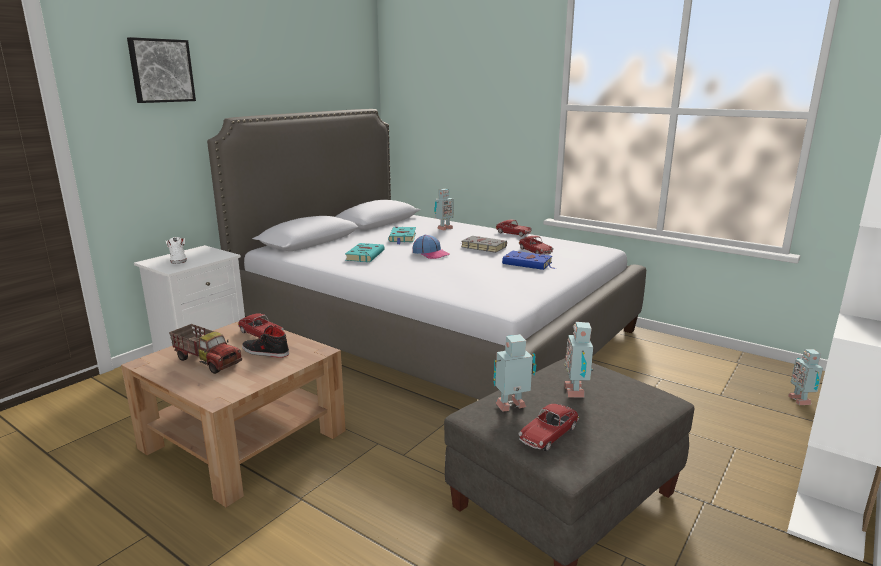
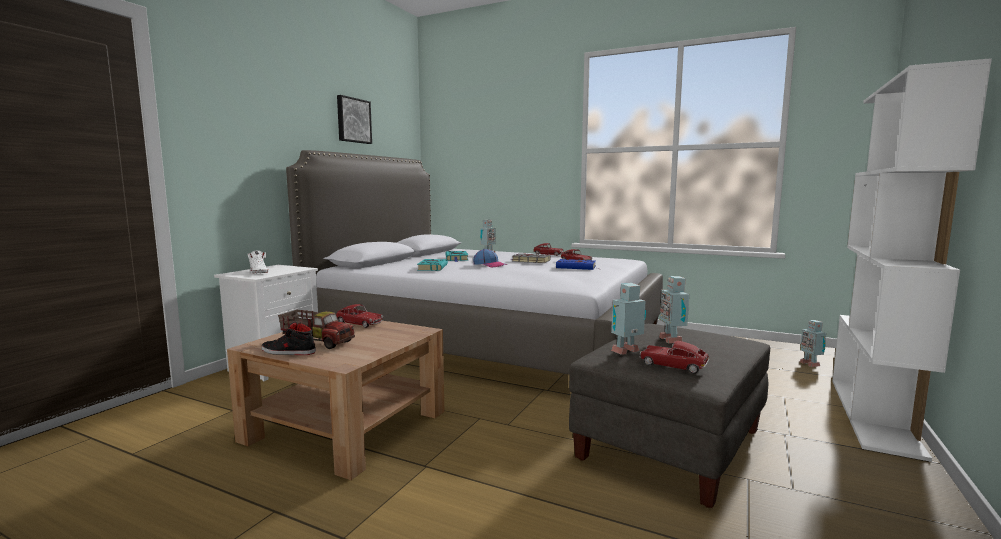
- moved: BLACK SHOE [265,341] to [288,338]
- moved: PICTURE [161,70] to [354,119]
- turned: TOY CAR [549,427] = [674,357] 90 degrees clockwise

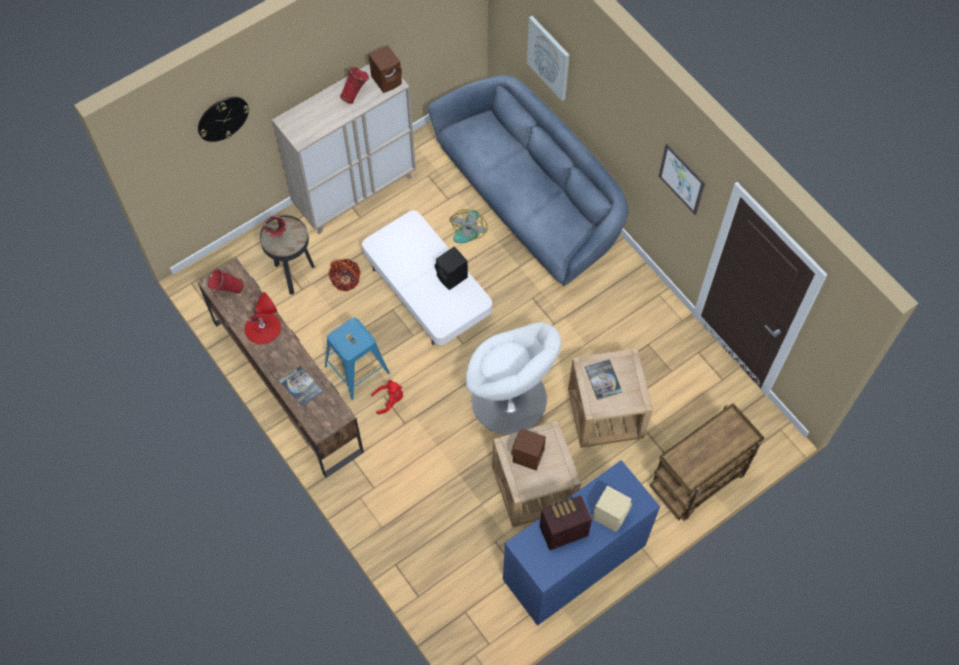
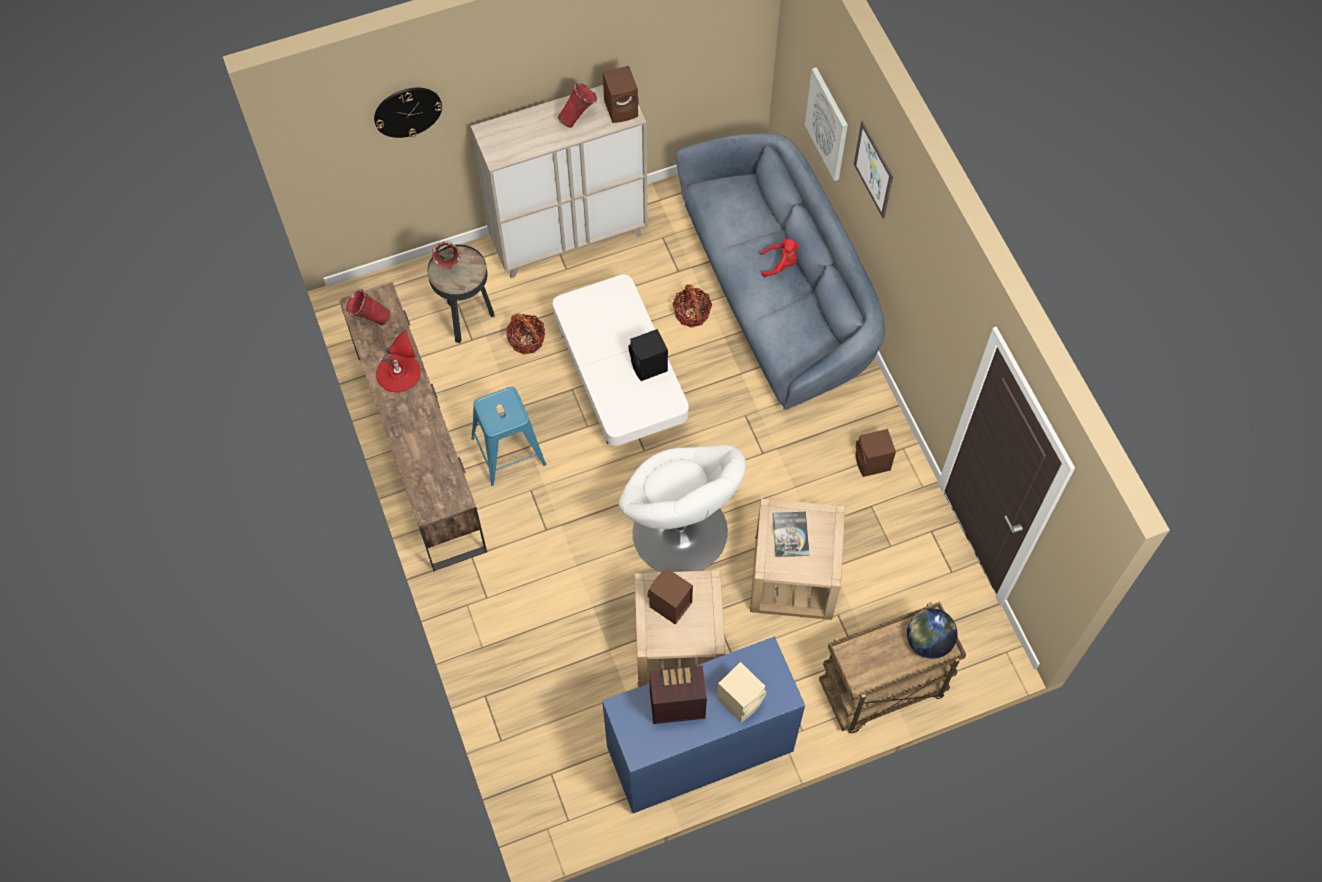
- replaced: FAN [469,226] to BASKET [692,306]
- moved: RED PLUSH TOY [387,397] to [780,258]
- moved: PICTURE [682,179] to [873,169]
- added: BROWN SPEAKER [875,453]
- added: GLOBE [932,633]
- removed: BOOK [301,386]

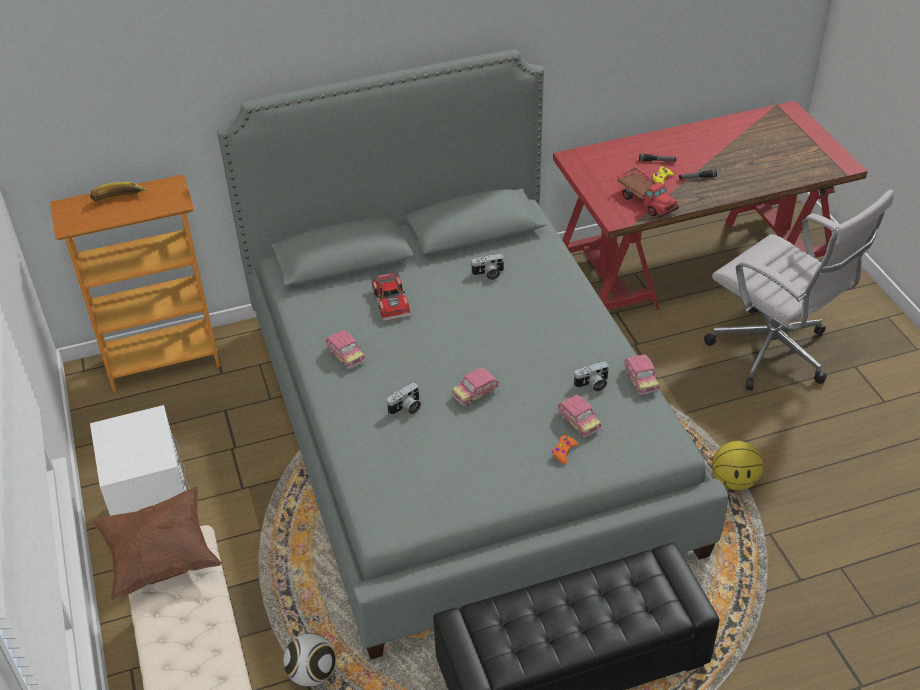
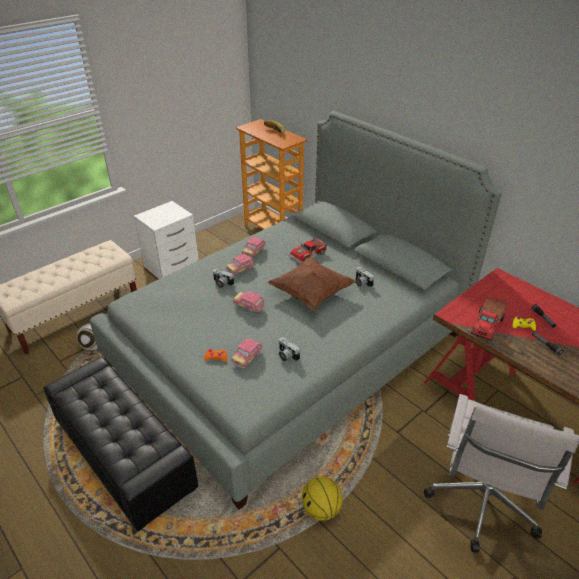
- moved: TOY CAR [641,374] to [240,264]
- moved: BROWN PILLOW [157,544] to [312,284]

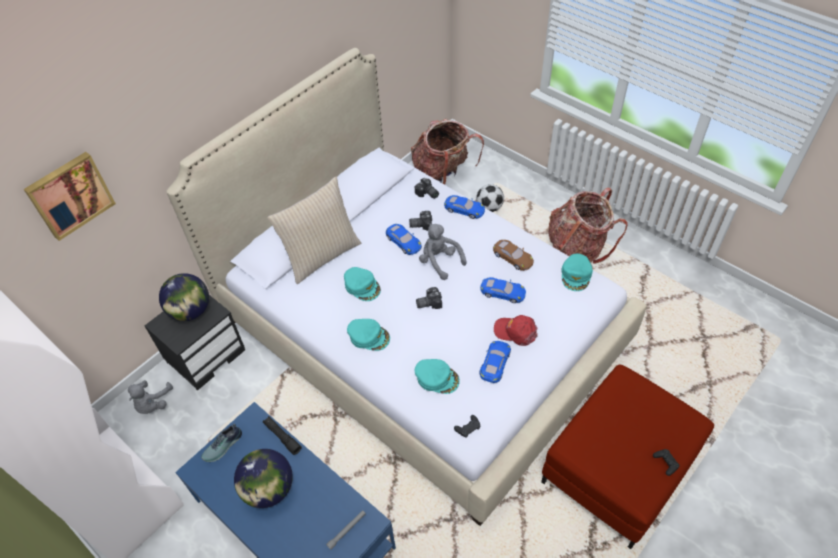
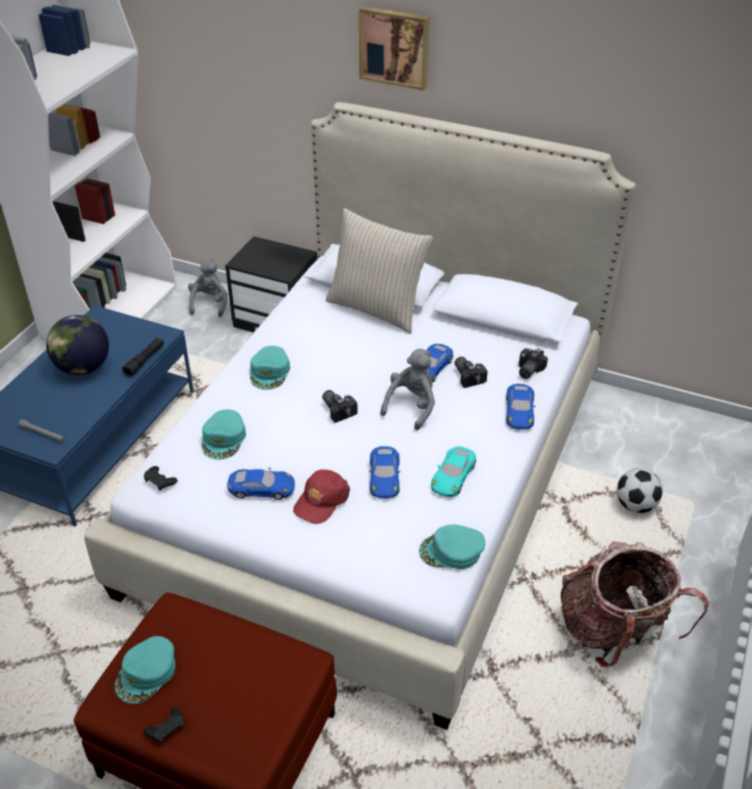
- moved: TURQUOISE CAP [362,284] to [145,670]
- turned: GREY PLUSH TOY [150,397] = [208,288] 105 degrees clockwise
- turned: RED CAP [516,330] = [321,497] 150 degrees counterclockwise
- moved: PICTURE [70,196] to [394,48]
- recoloured: BROWN TOY CAR [513,255] to TURQUOISE TOY CAR [453,472]
- removed: GLOBE [184,297]
- removed: SHOE [221,442]
- removed: BACKPACK [447,152]

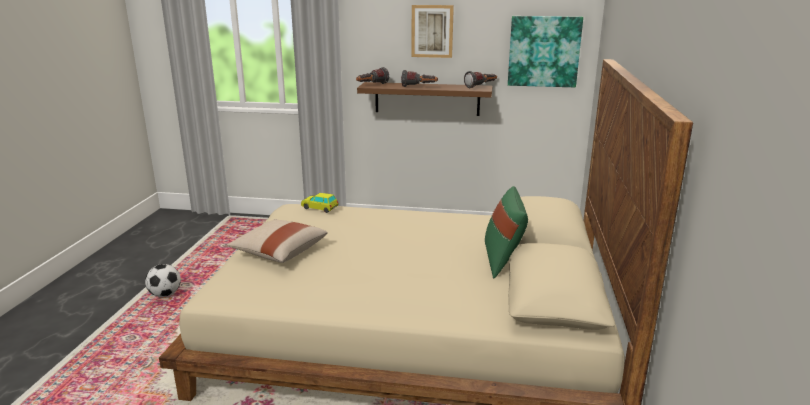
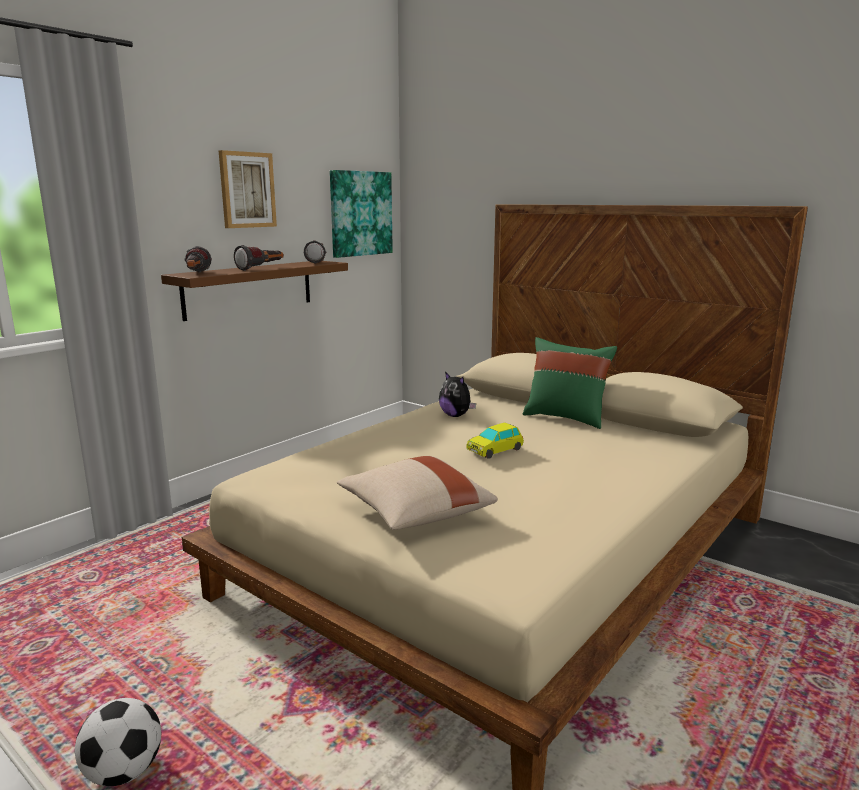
- added: PLUSH TOY [457,394]
- moved: TOY CAR [320,203] to [495,441]

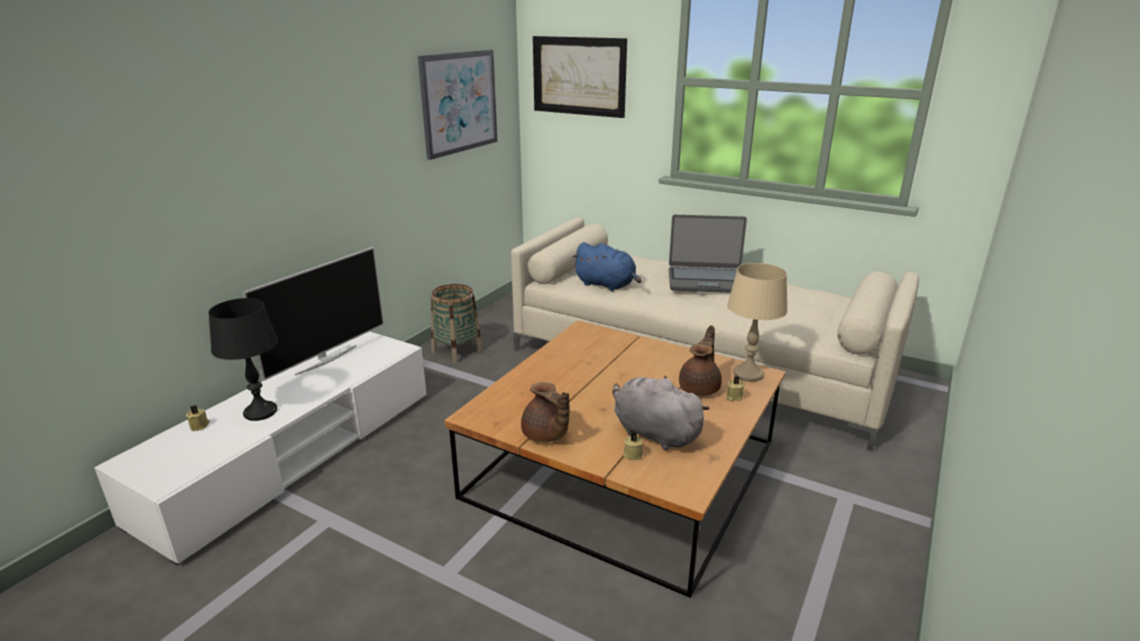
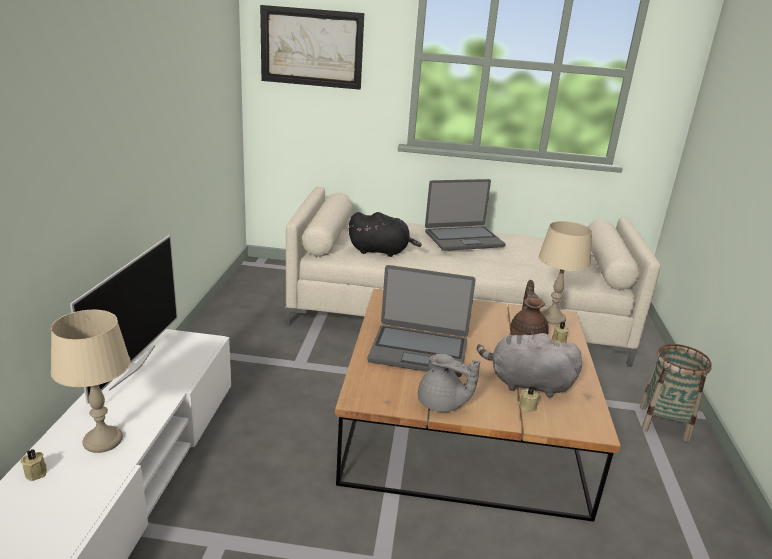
- recoloured: BLACK TABLE LAMP [243,359] to BEIGE TABLE LAMP [90,381]
- recoloured: BLUE PLUSH TOY [607,266] to BLACK PLUSH TOY [385,234]
- added: LAPTOP [421,321]
- recoloured: BROWN TEAPOT [545,412] to GREY TEAPOT [449,383]
- moved: BASKET [456,323] to [676,393]
- removed: PICTURE [458,105]

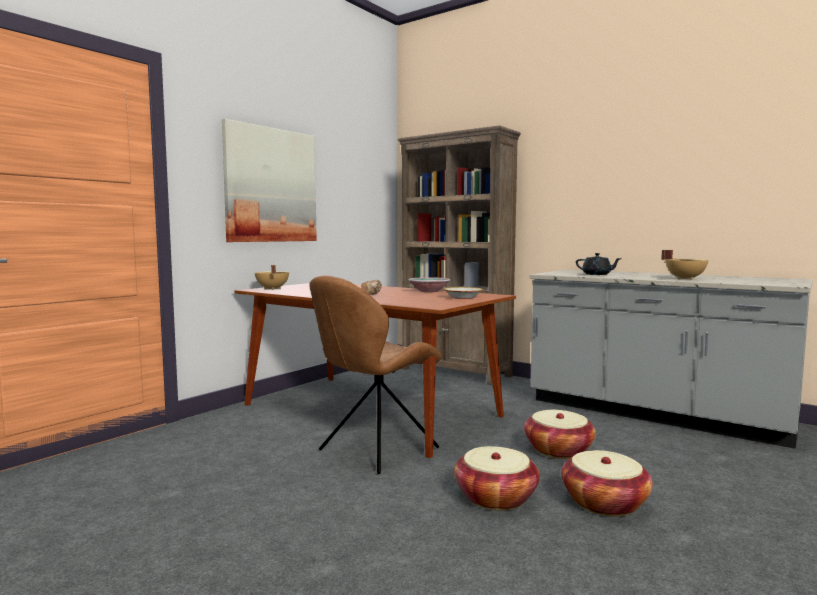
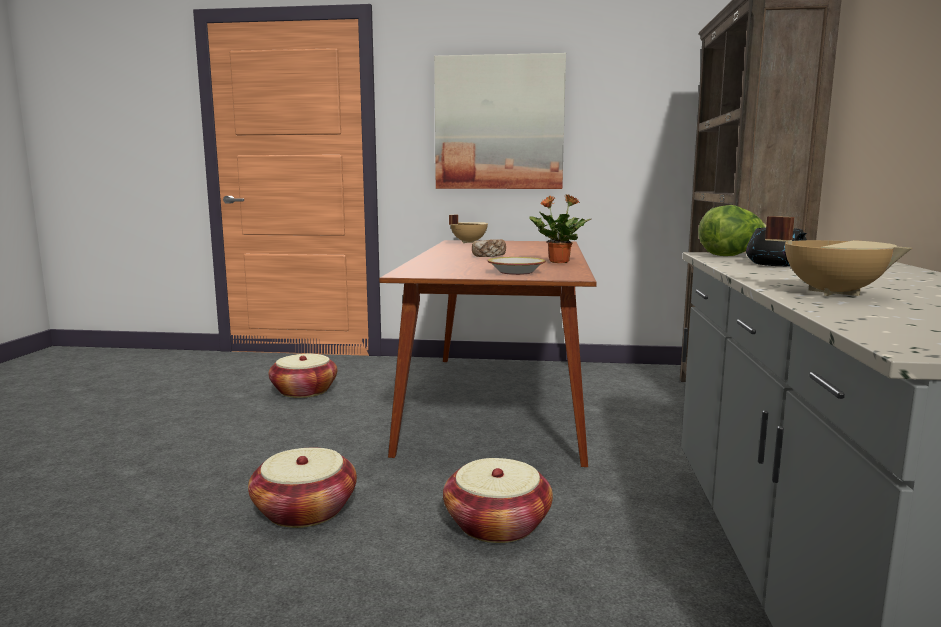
- moved: BASKET [607,483] to [303,376]
- replaced: BOWL [429,284] to POTTED PLANT [560,228]
- added: LETTUCE [732,230]
- removed: BROWN CHAIR [375,374]

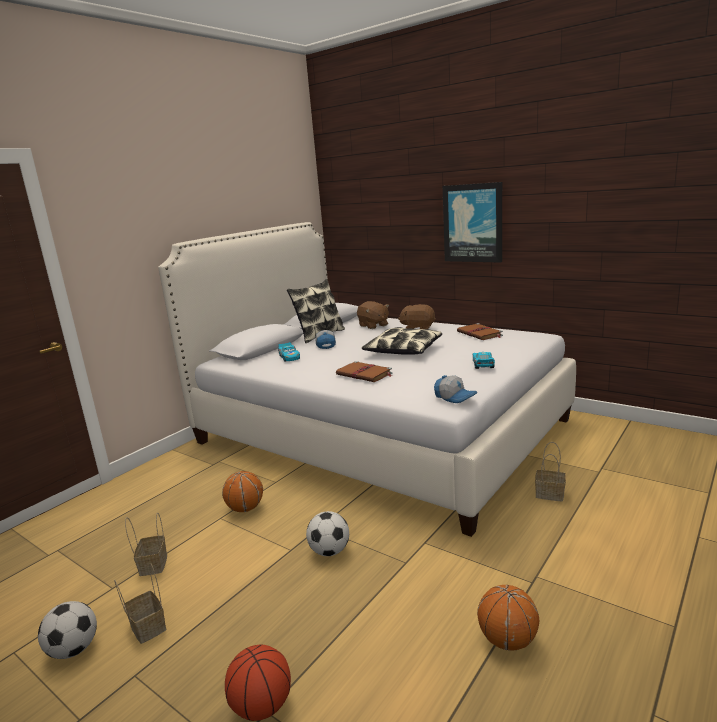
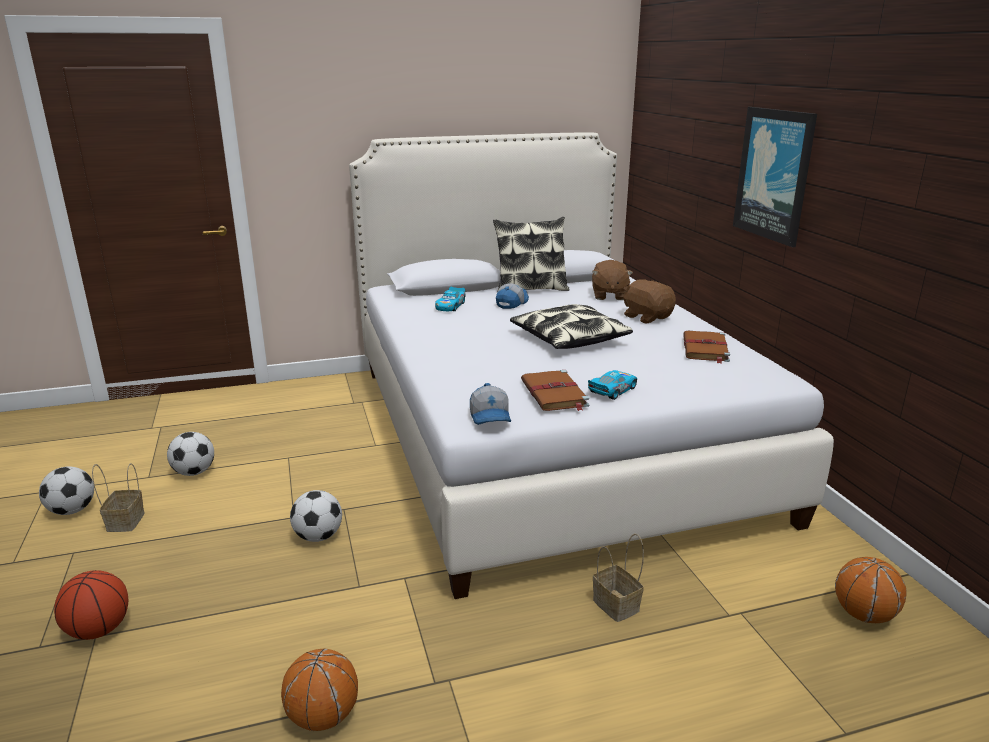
- replaced: BASKET [146,544] to FOOTBALL [190,454]
- moved: BROWN BOOK [364,371] to [555,390]
- moved: BASKETBALL [242,491] to [871,590]

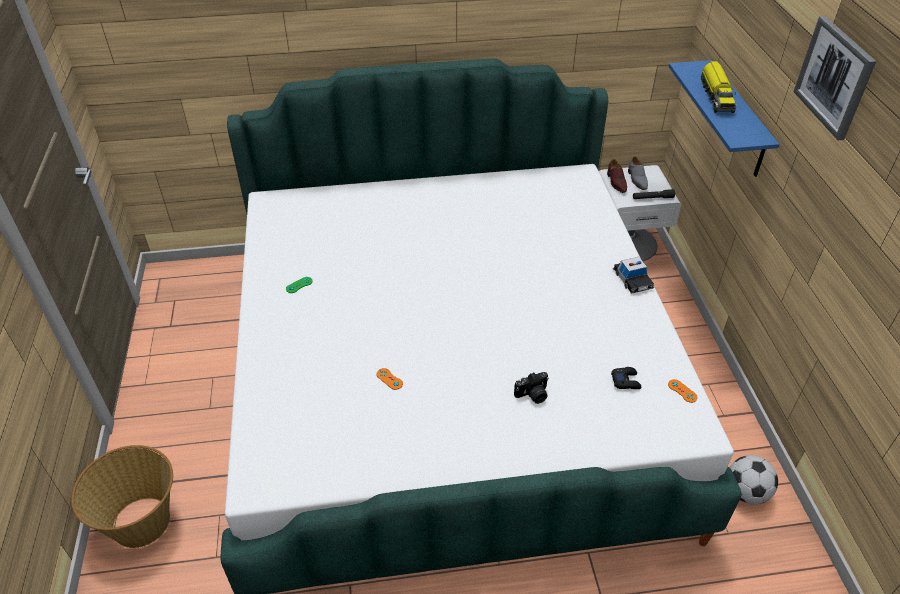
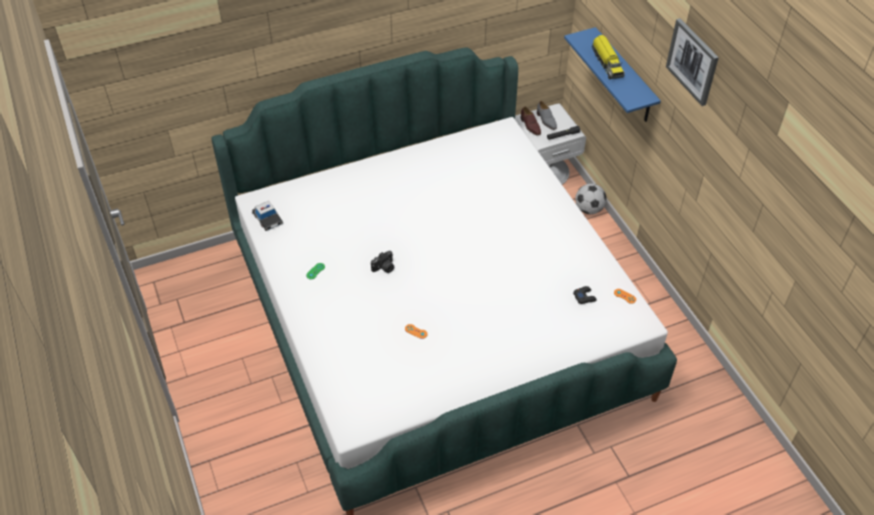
- moved: TOY CAR [633,275] to [267,216]
- moved: PHOTO CAMERA [531,388] to [382,262]
- moved: FOOTBALL [754,479] to [591,199]
- removed: BASKET [122,496]

